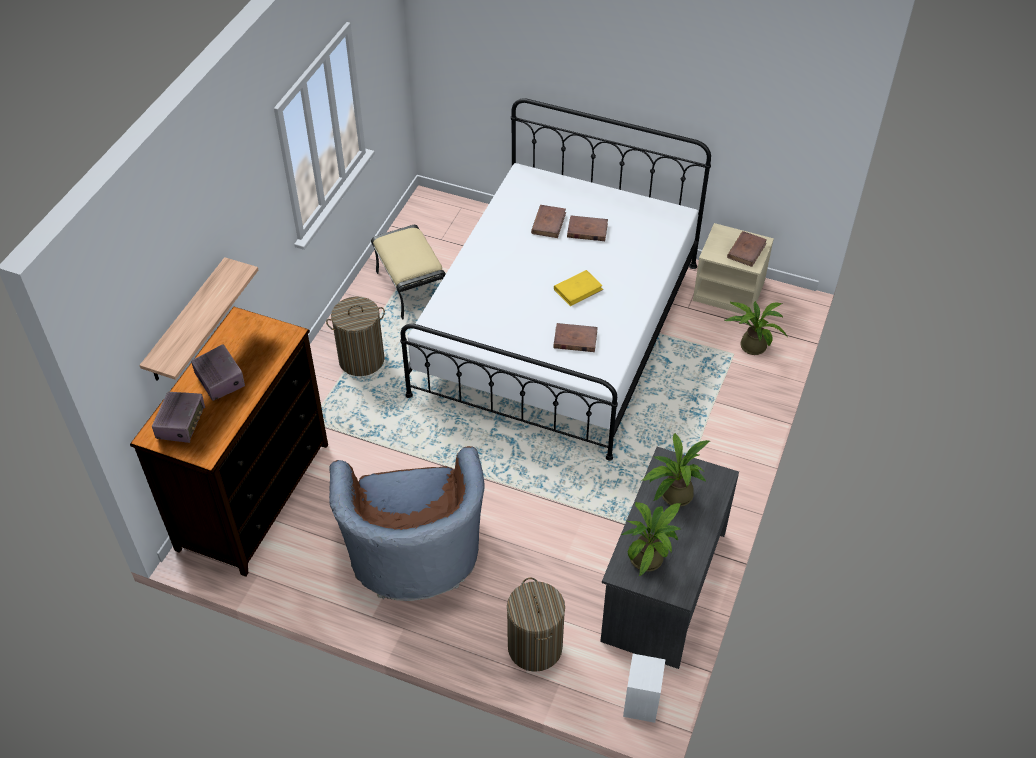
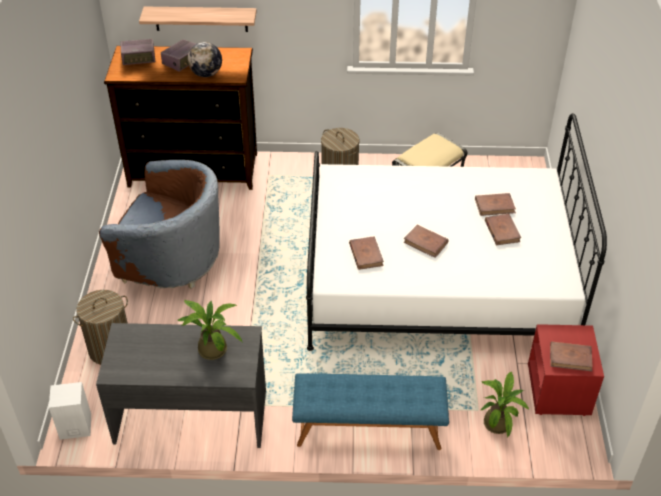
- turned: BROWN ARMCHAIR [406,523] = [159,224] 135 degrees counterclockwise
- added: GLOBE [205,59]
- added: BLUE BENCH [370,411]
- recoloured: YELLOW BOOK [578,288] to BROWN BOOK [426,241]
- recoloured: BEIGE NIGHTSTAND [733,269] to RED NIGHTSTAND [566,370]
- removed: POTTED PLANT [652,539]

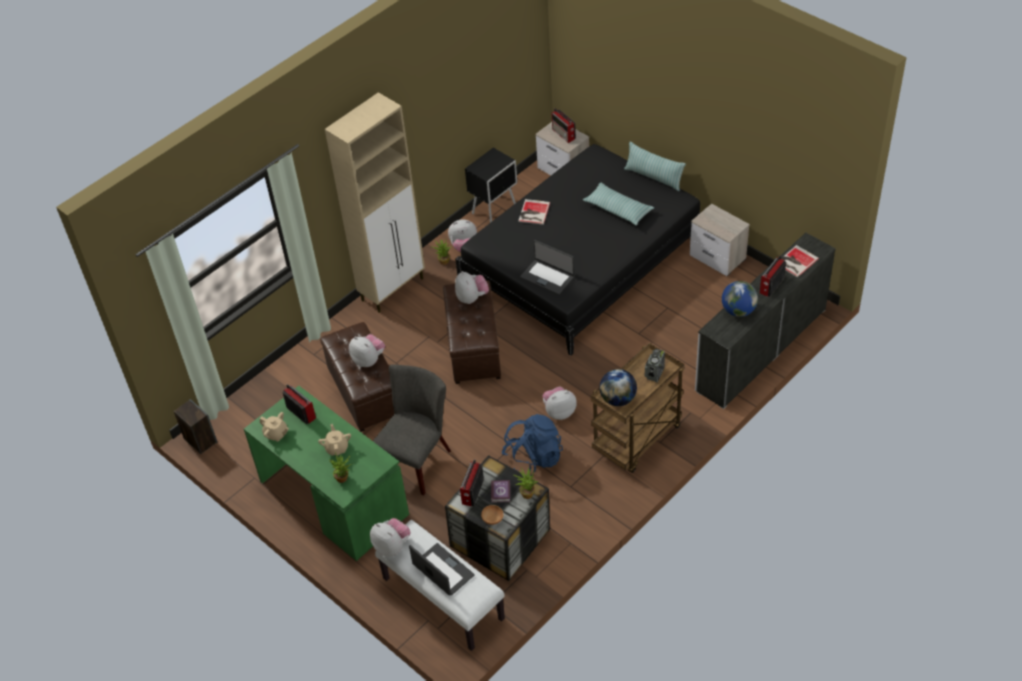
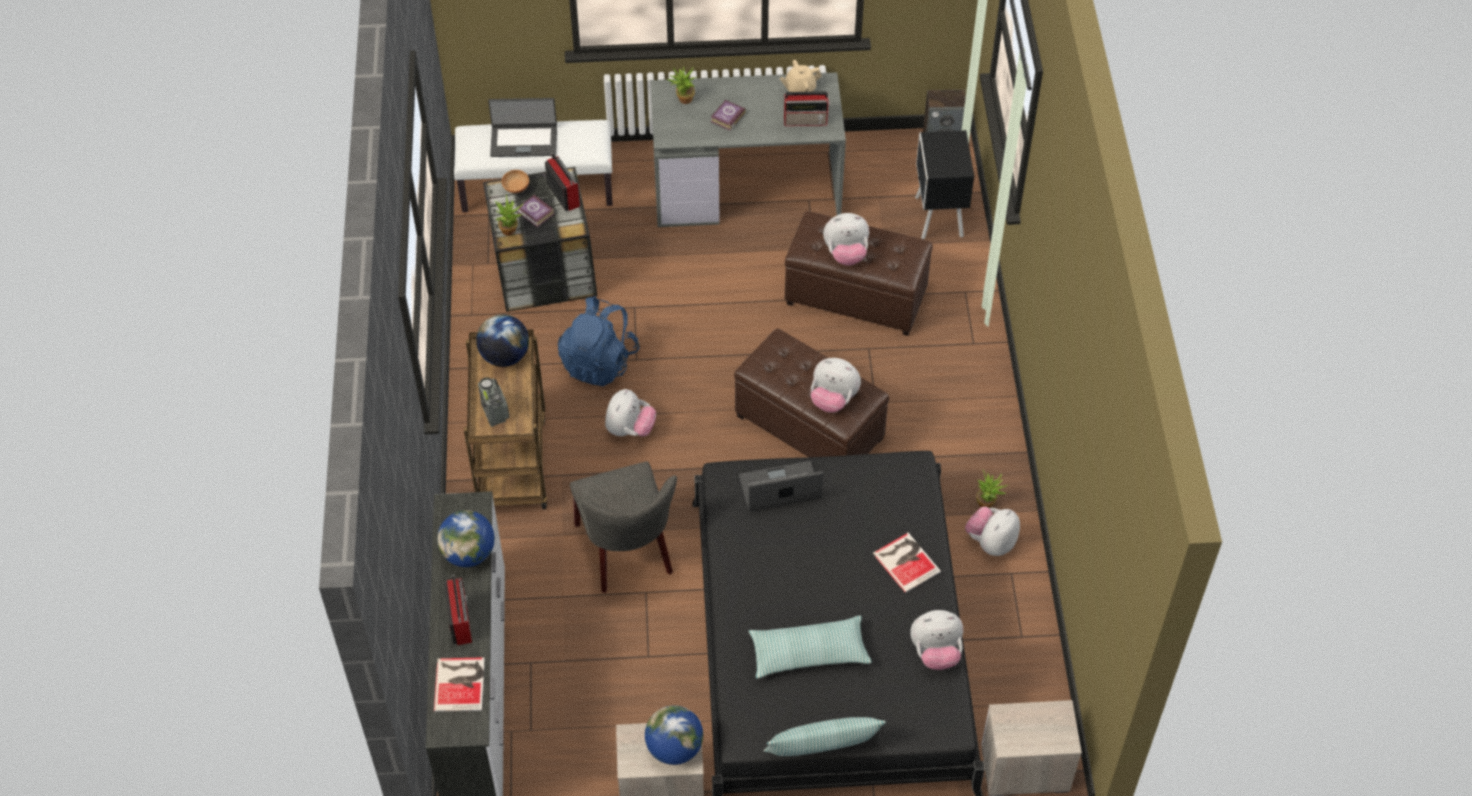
- moved: GREY CHAIR [412,430] to [623,527]
- added: GLOBE [674,735]
- recoloured: GREEN DESK [326,473] to GREY DESK [748,149]
- replaced: BEIGE TEAPOT [334,439] to BOOK [728,115]
- moved: PLUSH TOY [390,537] to [936,640]
- moved: BLACK NIGHTSTAND [491,185] to [944,184]
- removed: BEIGE CABINET [375,202]
- removed: RADIO [564,125]

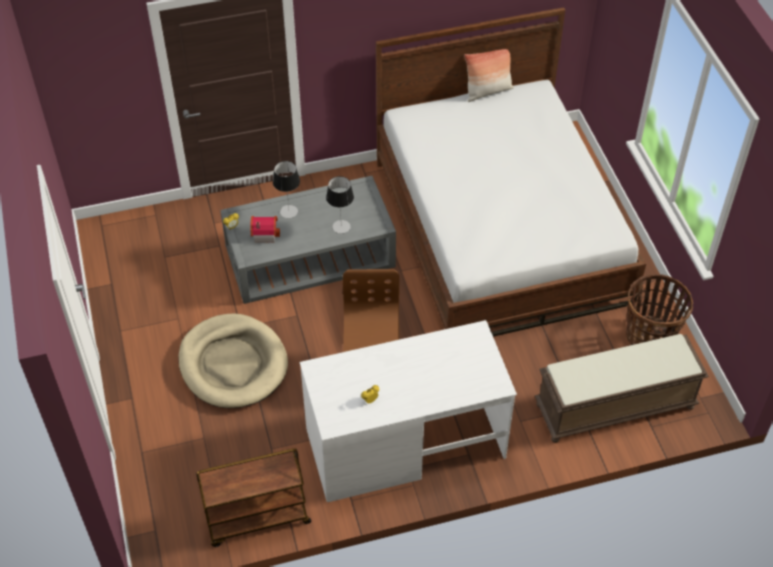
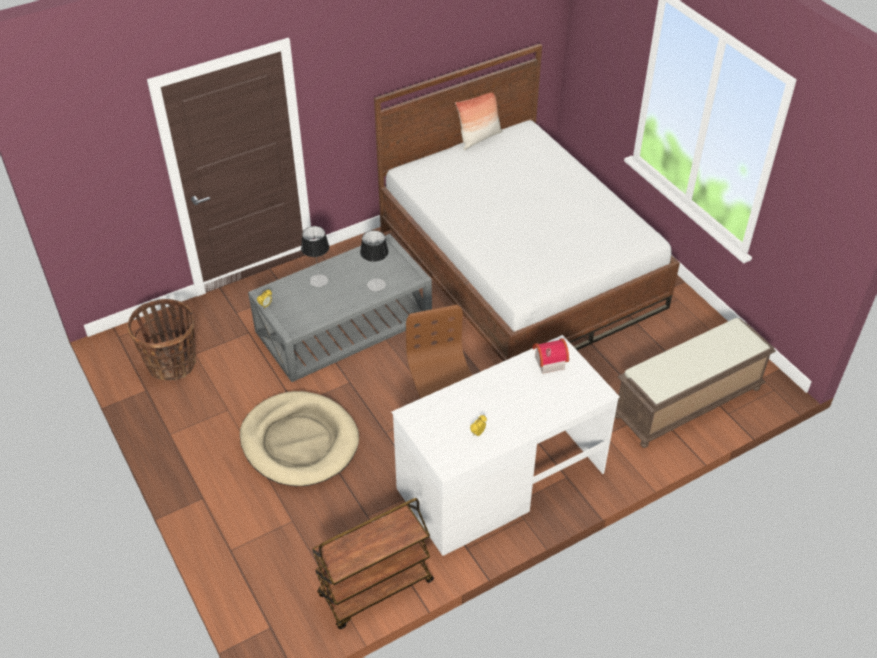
- moved: BASKET [659,309] to [161,339]
- moved: TOY HOUSE [265,229] to [551,356]

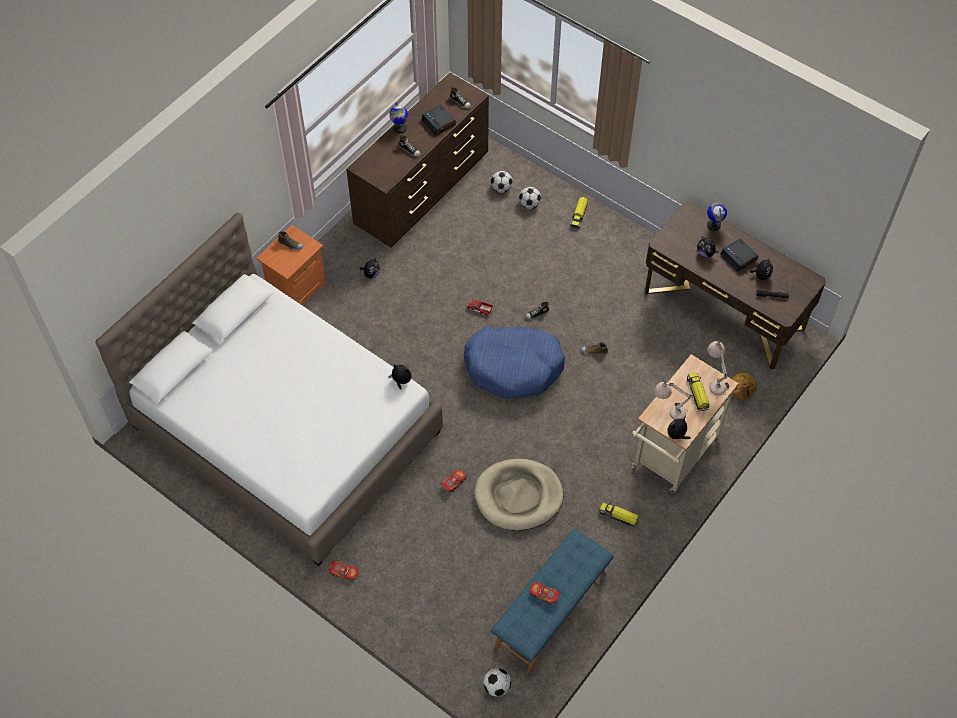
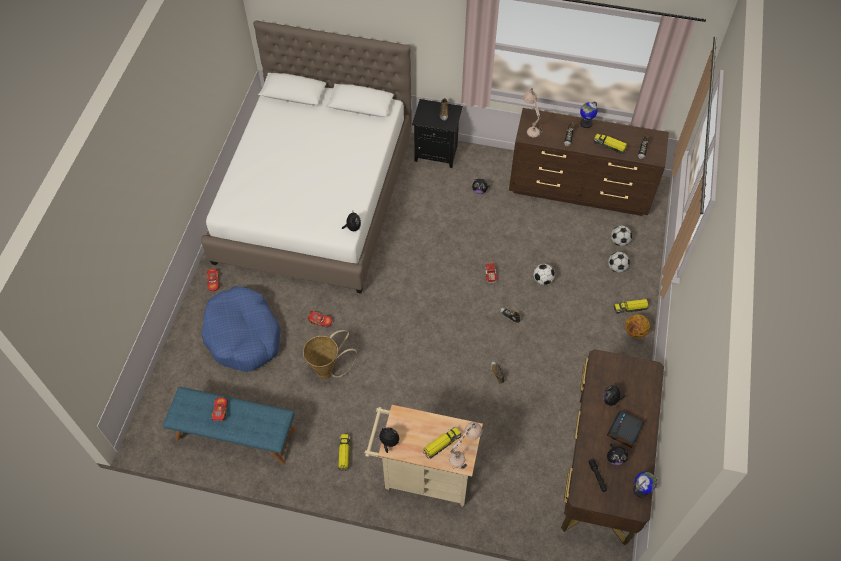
- moved: BLUE DOG BED [514,362] to [240,329]
- replaced: BEIGE DOG BED [518,495] to BASKET [330,354]
- recoloured: ORANGE NIGHTSTAND [291,265] to BLACK NIGHTSTAND [437,133]
- moved: BEIGE TABLE LAMP [673,400] to [533,112]
- moved: FOOTBALL [497,682] to [544,274]
- replaced: ALARM CLOCK [439,120] to TOY TRUCK [610,144]
- moved: BASKETBALL [743,385] to [637,326]
- moved: GLOBE [717,217] to [645,485]

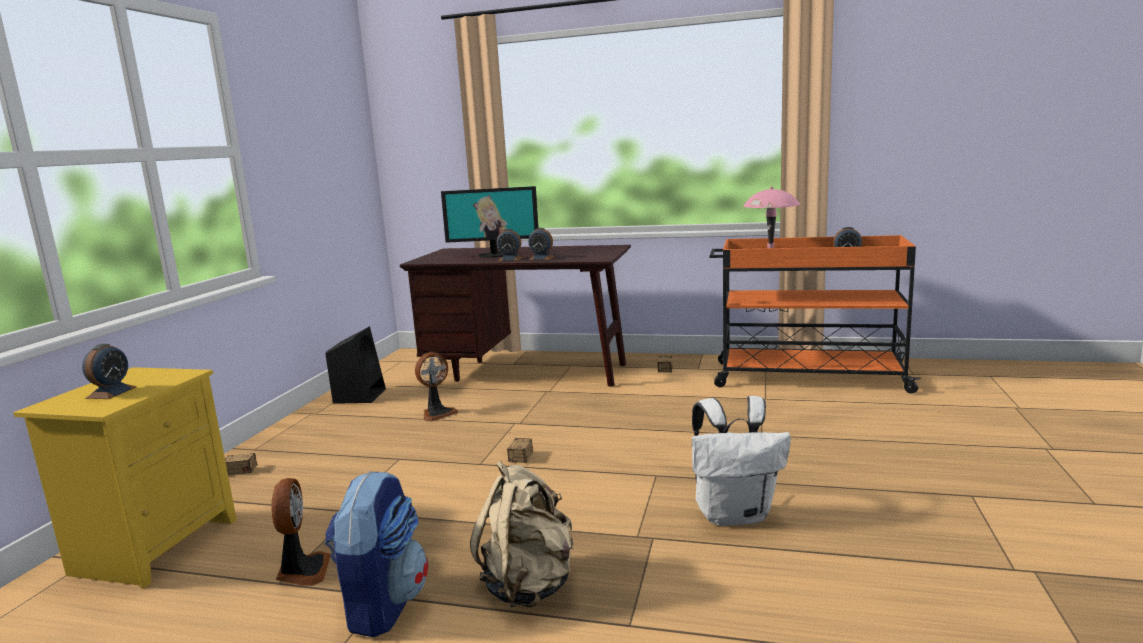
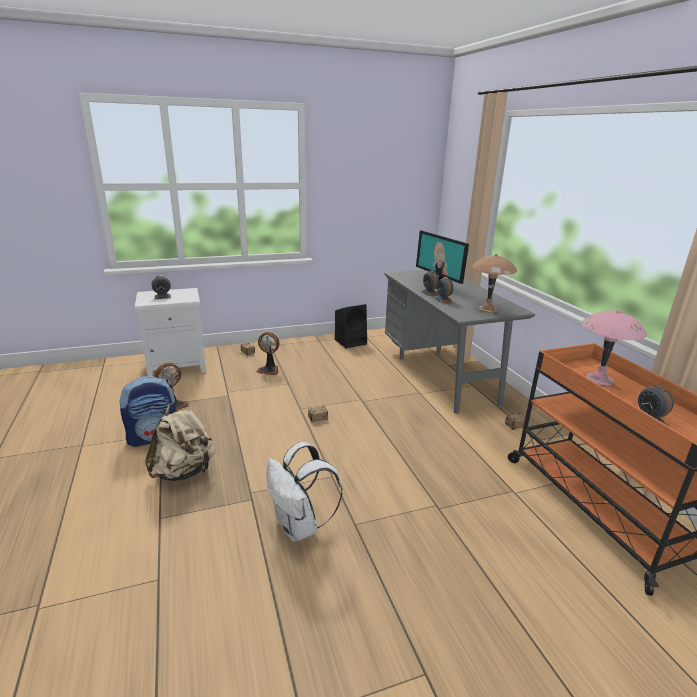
- recoloured: YELLOW NIGHTSTAND [125,478] to WHITE NIGHTSTAND [170,332]
- moved: FAN [436,387] to [267,353]
- recoloured: BROWN DESK [515,315] to GREY DESK [459,342]
- added: BROWN TABLE LAMP [494,283]

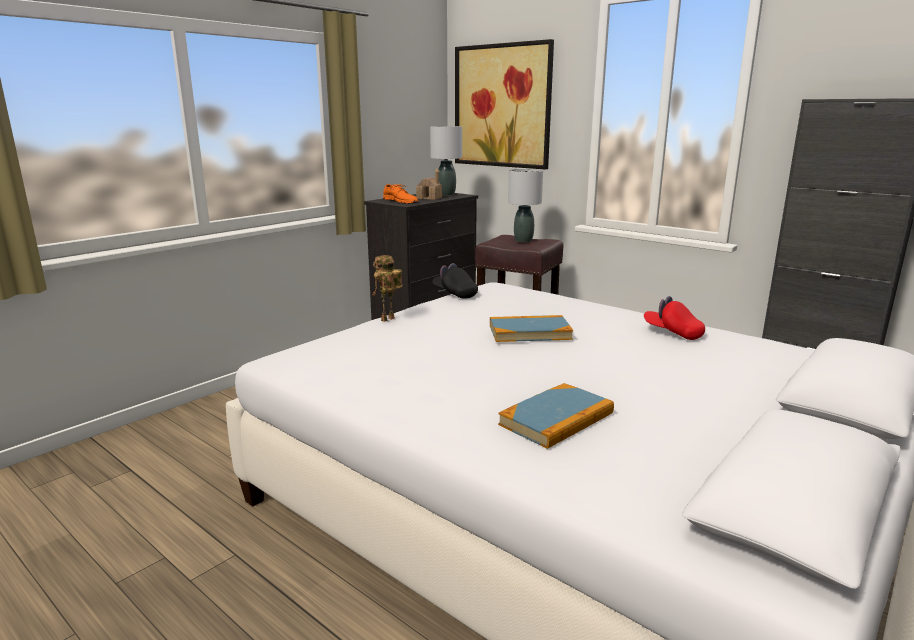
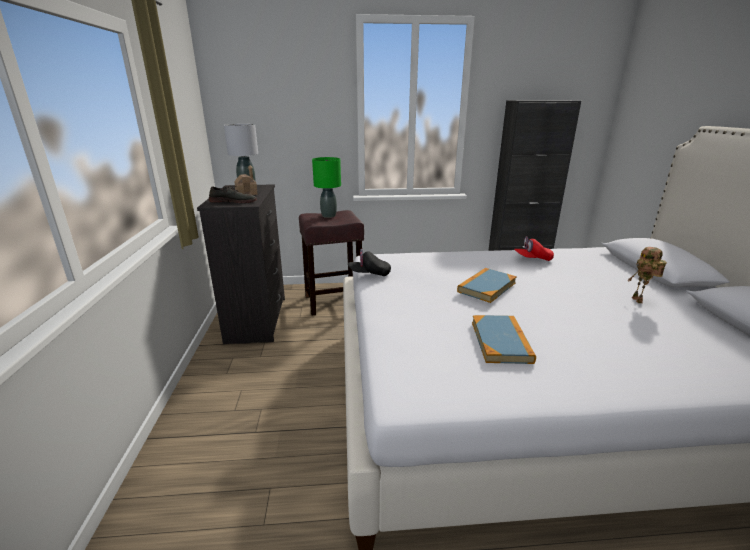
- recoloured: ORANGE SHOE [400,194] to GREY SHOE [233,194]
- recoloured: GREY TABLE LAMP [525,205] to GREEN TABLE LAMP [326,187]
- moved: BOOK [556,416] to [504,339]
- moved: TOY ROBOT [387,288] to [648,275]
- removed: PICTURE [504,104]

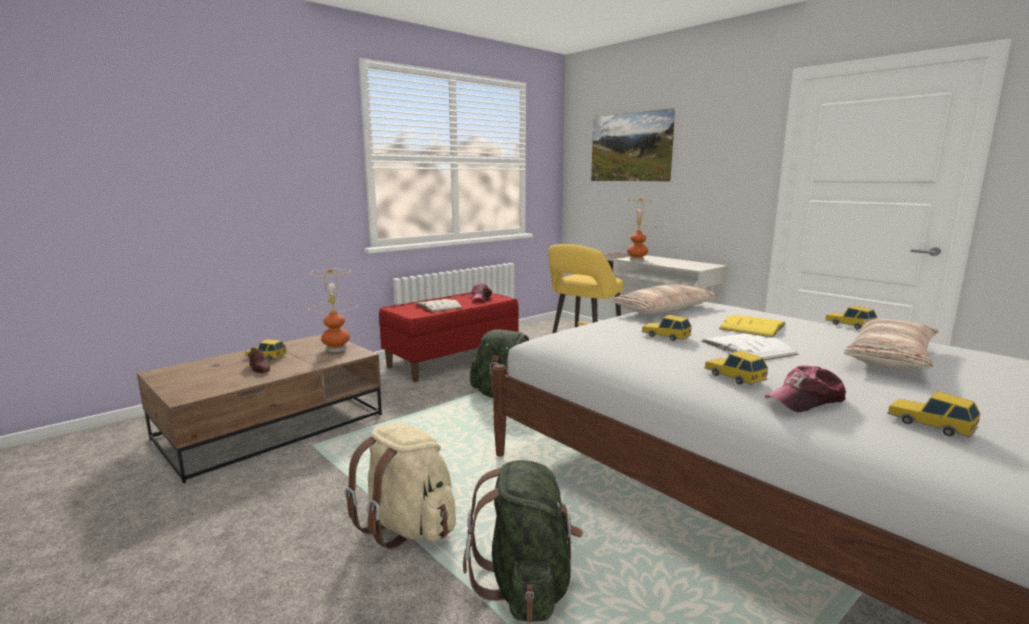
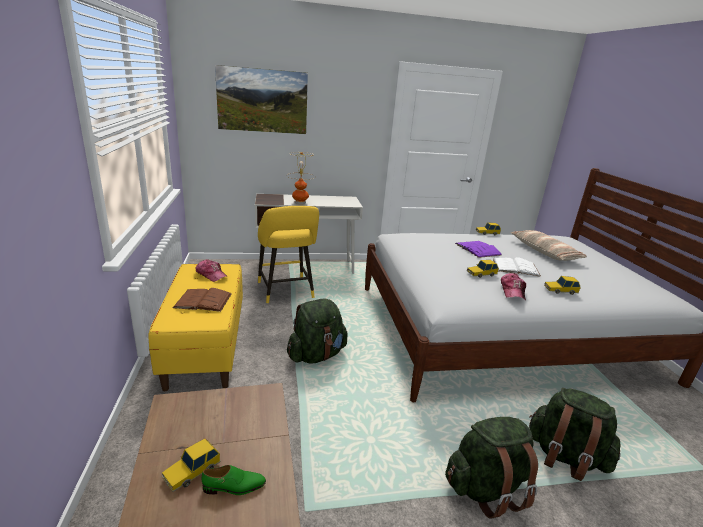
- recoloured: RED BENCH [449,337] to YELLOW BENCH [196,327]
- recoloured: WHITE BOOK [439,305] to BROWN BOOK [202,300]
- recoloured: BROWN SHOE [259,360] to GREEN SHOE [234,480]
- recoloured: BEIGE BACKPACK [400,486] to GREEN BACKPACK [491,468]
- recoloured: YELLOW BOOK [752,326] to PURPLE BOOK [478,249]
- moved: CAP [805,388] to [513,286]
- removed: TABLE LAMP [333,310]
- removed: PILLOW [663,299]
- removed: TOY CAR [934,414]

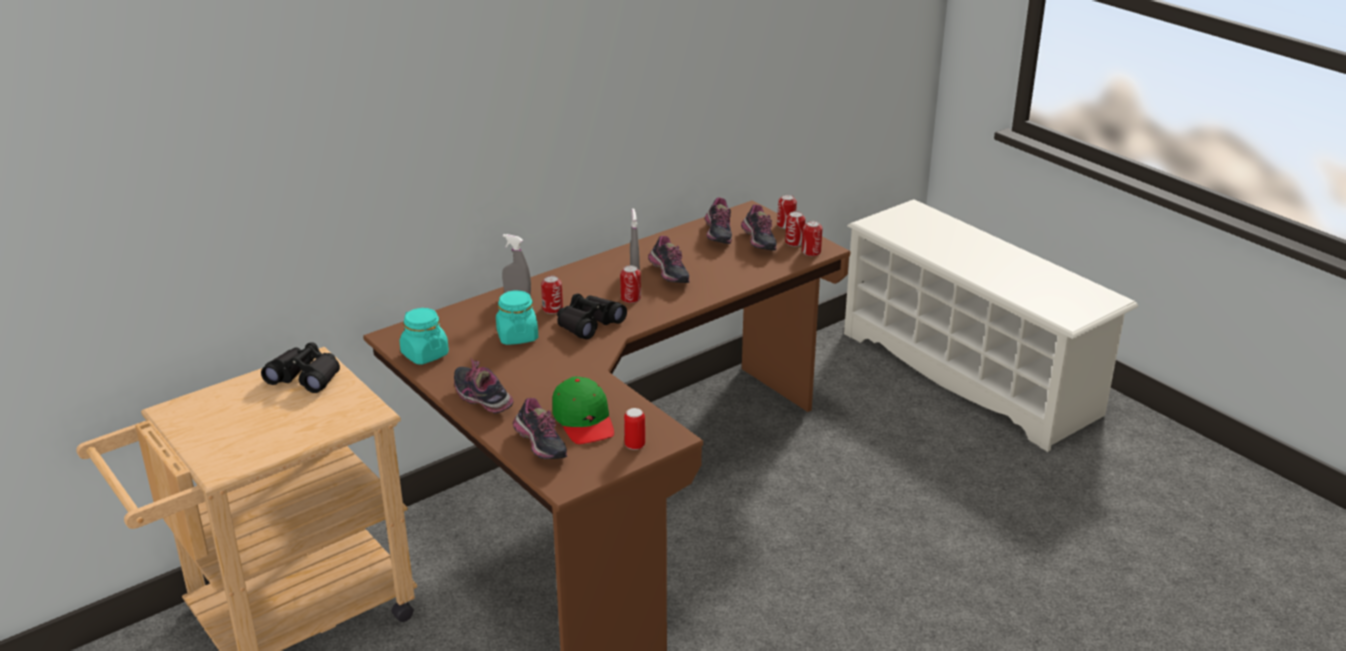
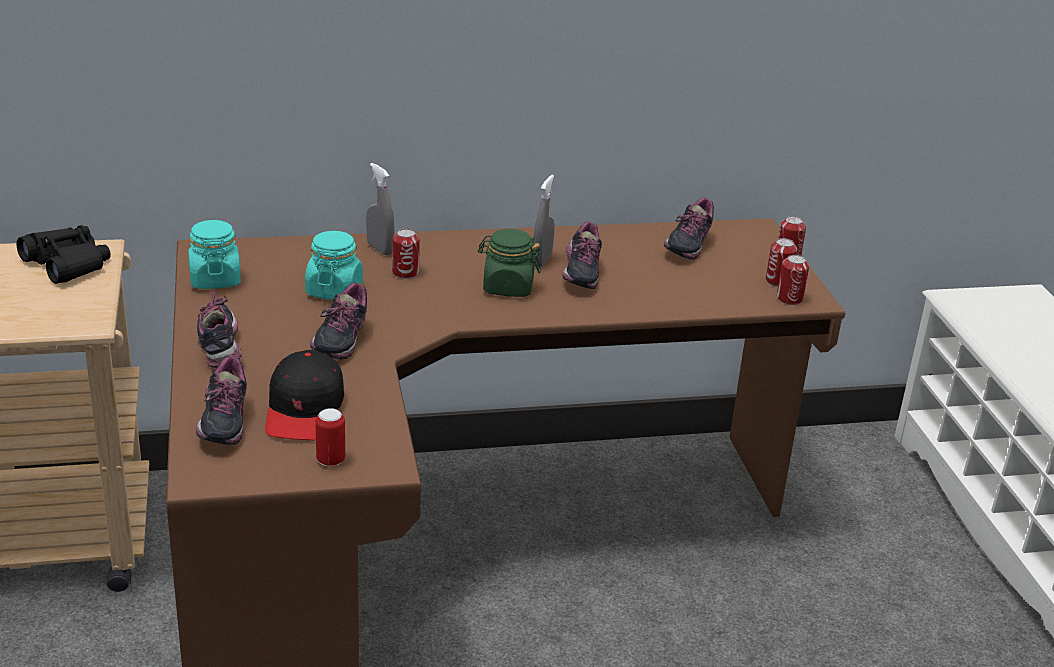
- recoloured: GREEN CAP [583,410] to BLACK CAP [304,395]
- moved: SHOE [759,228] to [338,321]
- replaced: CAN [630,284] to GREEN JAR [509,263]
- removed: BLACK BINOCULARS [592,316]

